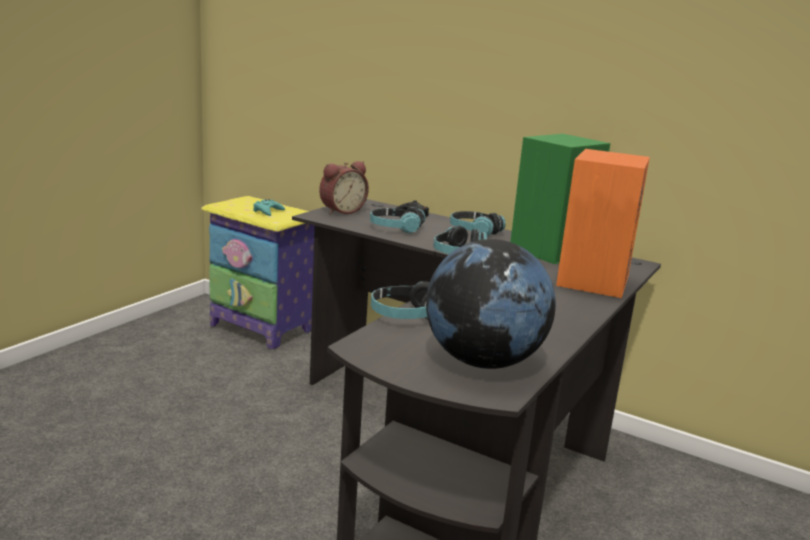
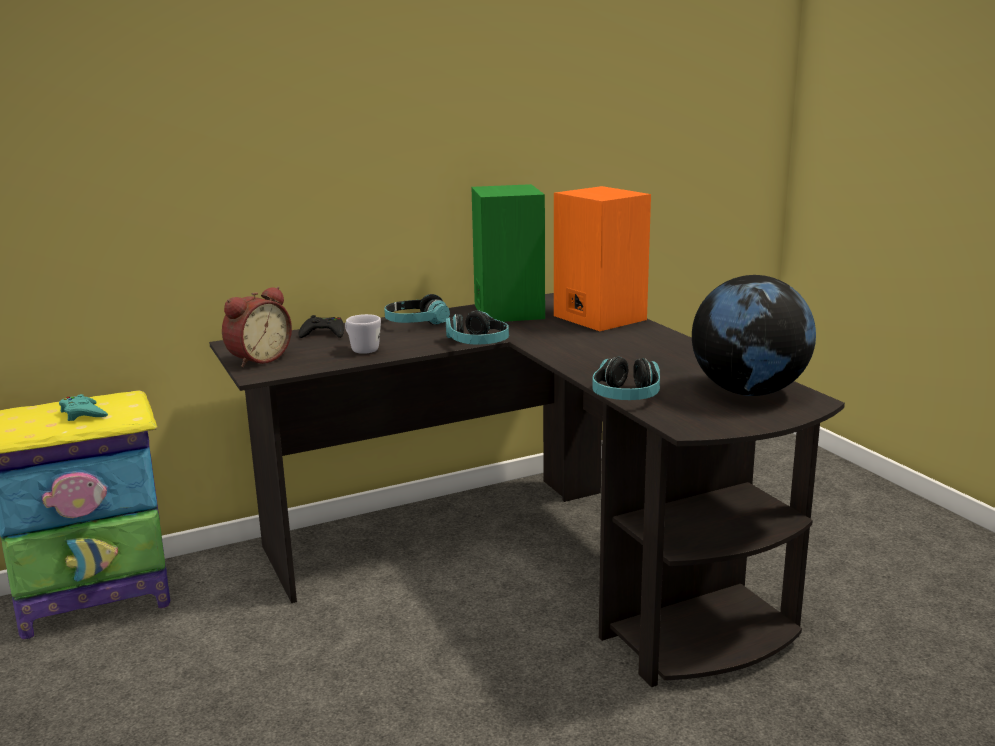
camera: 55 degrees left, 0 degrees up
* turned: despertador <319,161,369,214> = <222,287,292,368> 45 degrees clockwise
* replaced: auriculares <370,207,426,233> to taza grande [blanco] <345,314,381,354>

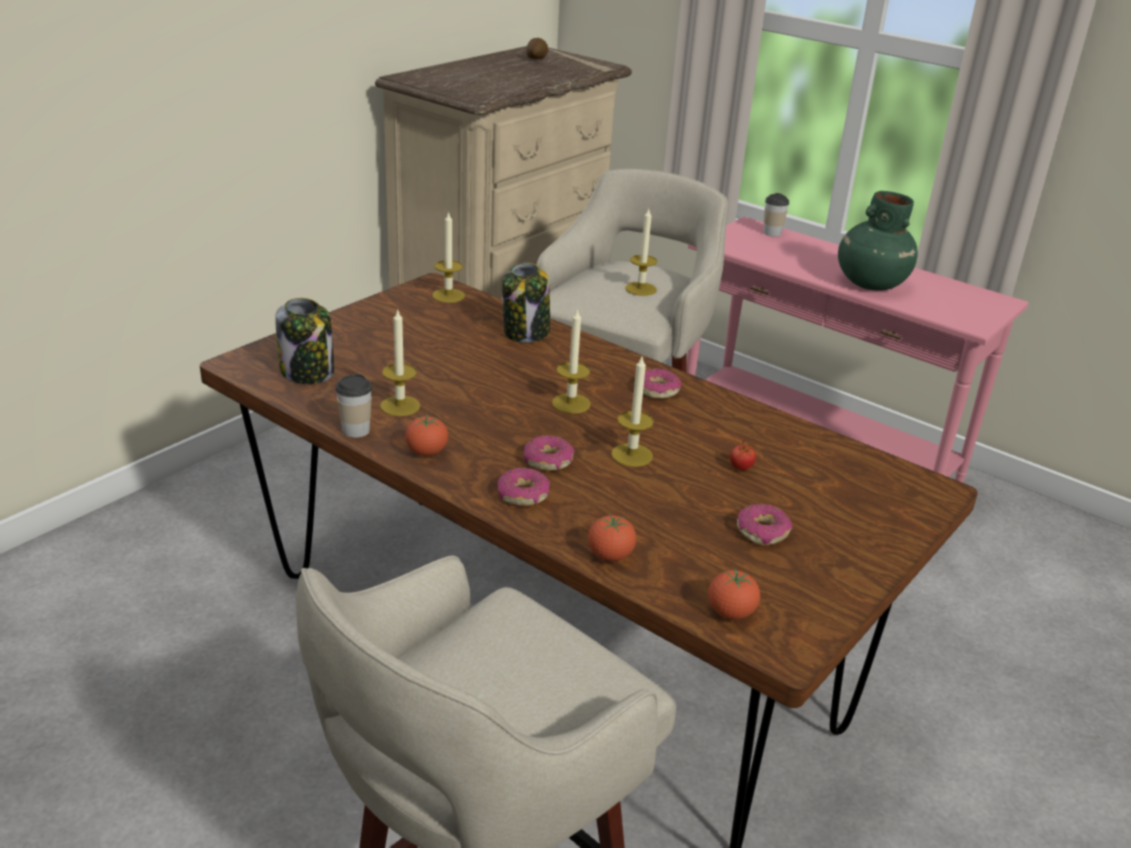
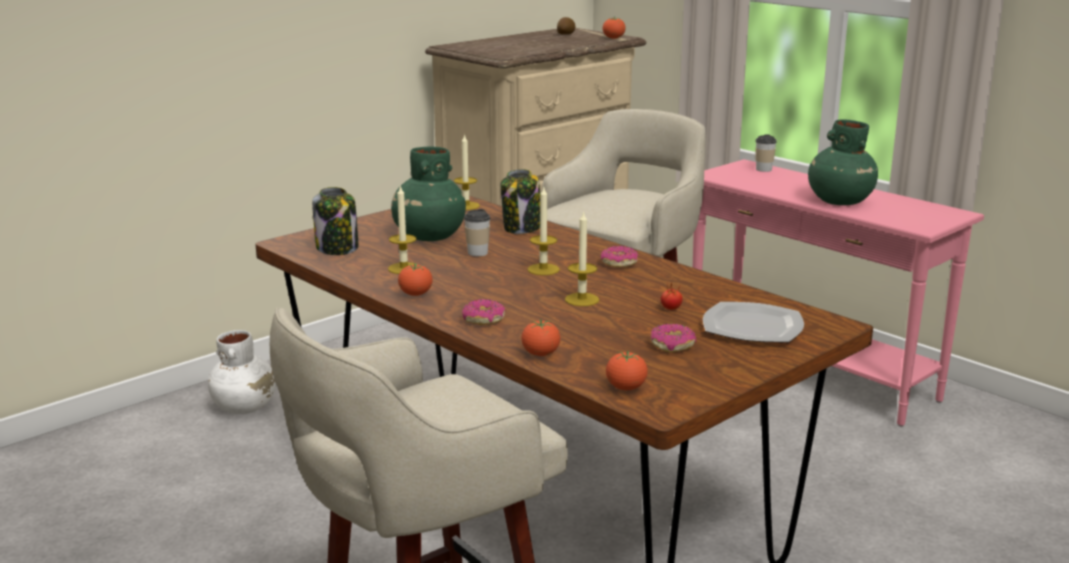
camera: 10 degrees right, 10 degrees down
* moved: taza <336,374,372,438> to <464,209,490,256>
* removed: rosquilla <524,435,575,471>
* removed: vela <625,209,657,296>
* added: florero [blanco] <208,330,276,414>
* added: florero [verde] <391,146,466,241>
* added: tomate <603,16,626,39>
* added: plato <703,302,804,342>

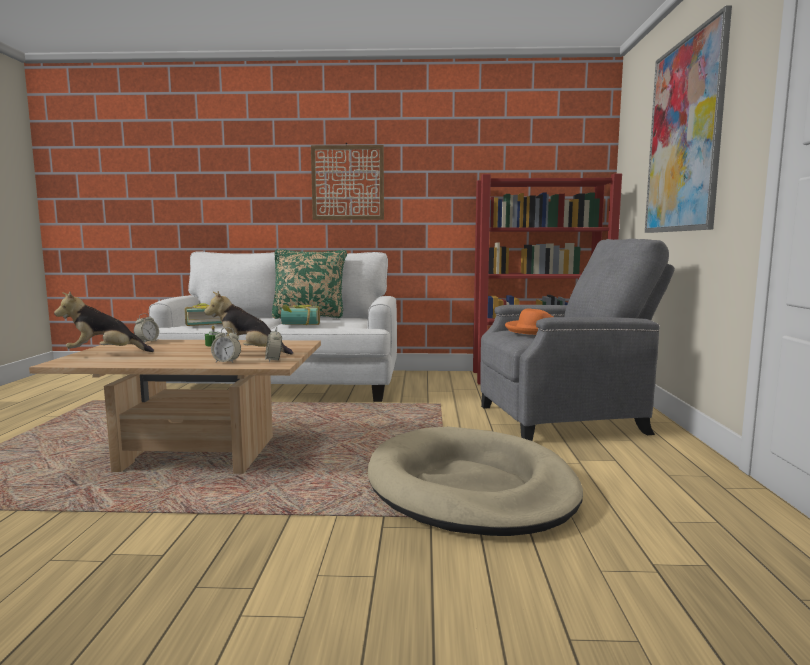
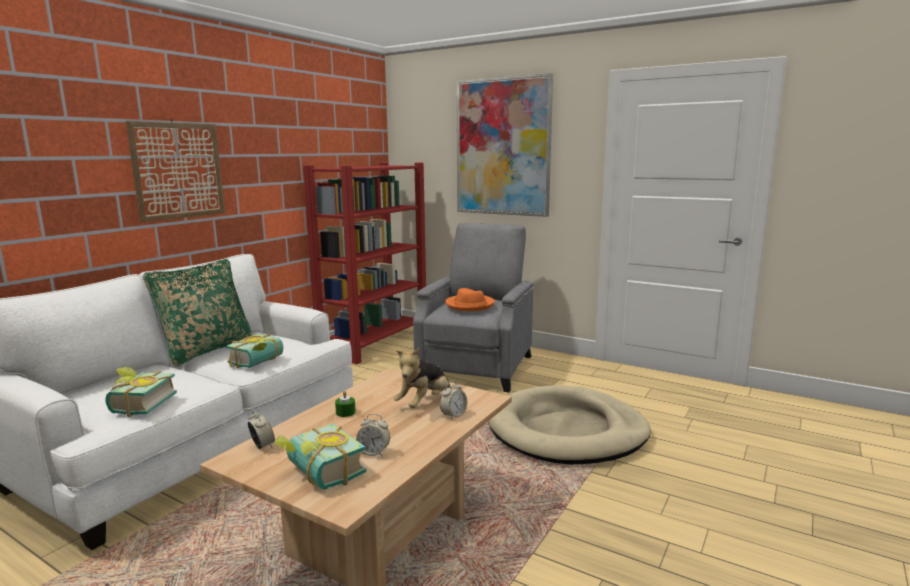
camera: 60 degrees left, 5 degrees up
* replaced: peluche <54,292,154,352> to libro <274,423,366,490>
* moved: despertador <265,327,282,362> to <356,414,390,457>

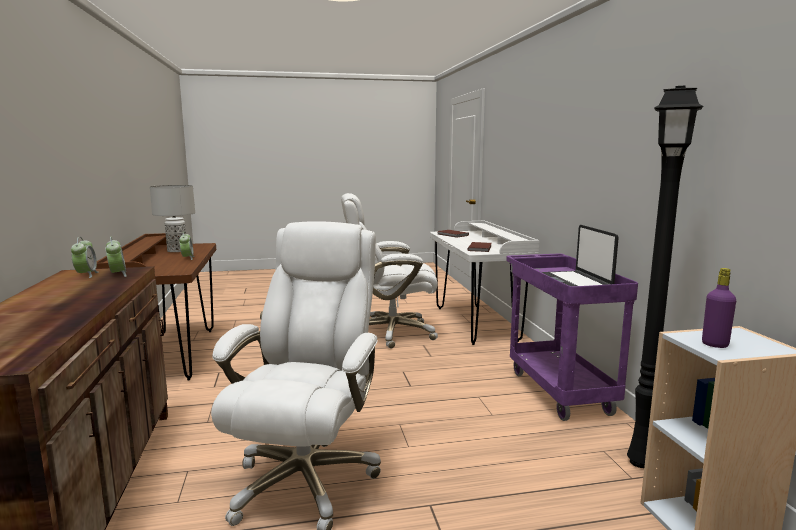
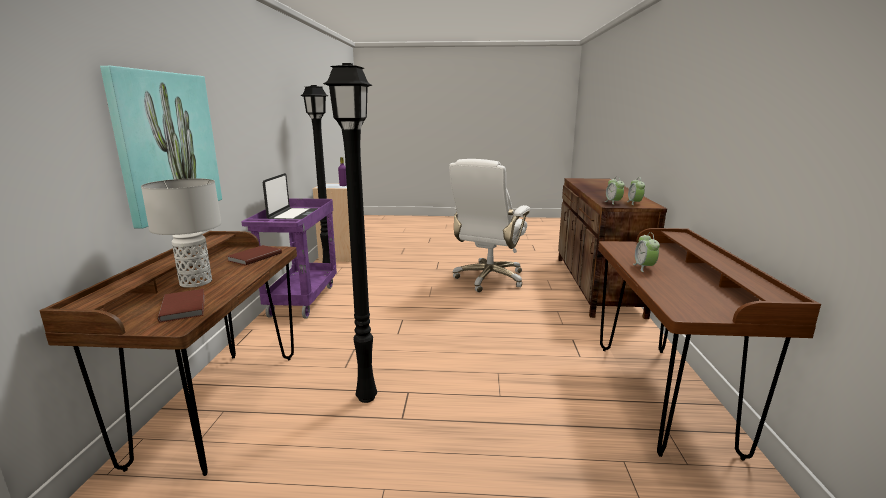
camera: 165 degrees left, 5 degrees up
* moved: lámpara de mesa [blanco] <150,185,195,252> to <141,178,221,288>
* replaced: silla de oficina [blanco] <341,193,438,349> to lámpara de pie [negro] <323,63,377,403>
* recoloured: escritorio [blanco] <430,221,540,345> to escritorio [marrón] <39,231,297,476>
* added: cuadro <100,66,222,229>

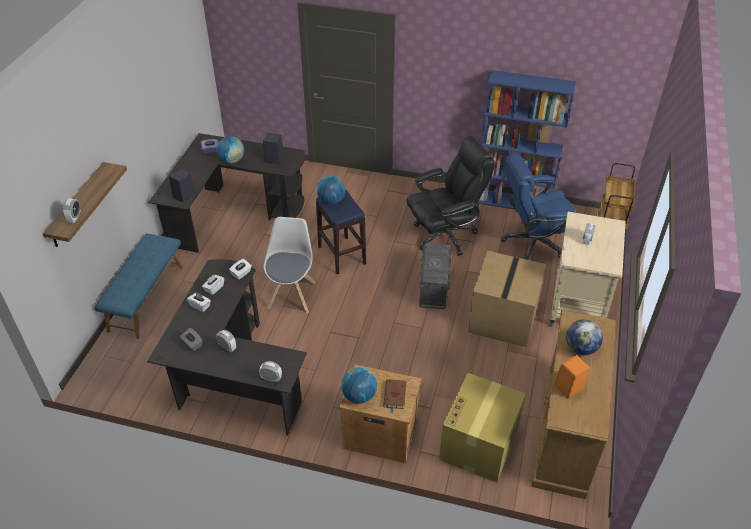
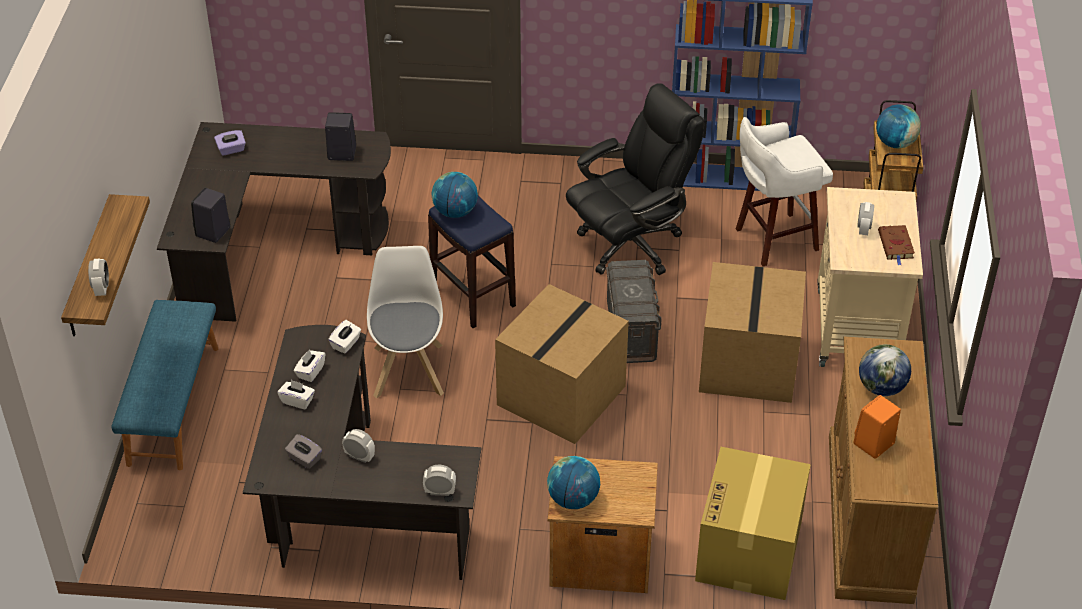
camera: 10 degrees left, 0 degrees up
* moved: globo terráqueo <217,136,244,163> to <876,104,921,148>
* moved: libro [marrón] <383,379,406,414> to <878,225,915,265>
* replaced: silla de oficina [azul] <501,154,576,260> to taburete [blanco] <736,117,833,266>
* added: caja de cartón <495,284,629,444>

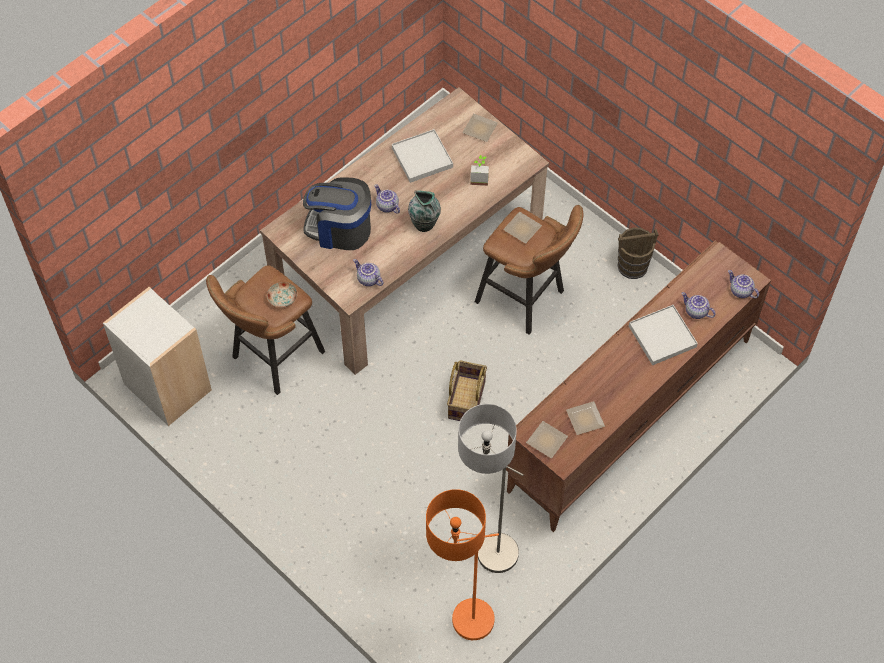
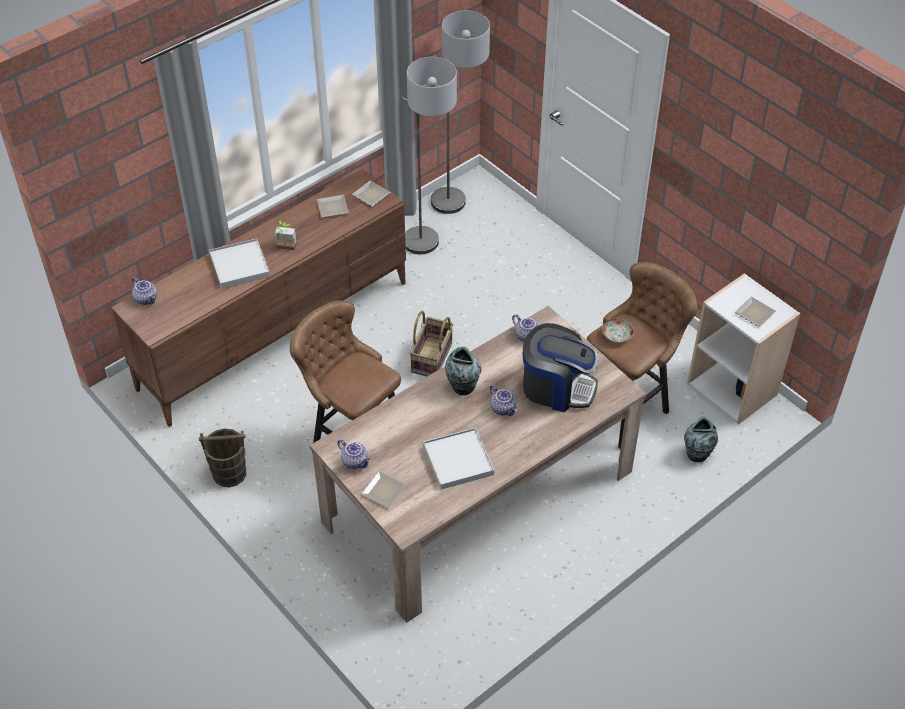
camera: 175 degrees left, 10 degrees down
* recoloured: lámpara de pie [naranja] <426,489,499,641> to lámpara de pie [gris] <431,11,490,214>
* moved: planta en maceta <470,155,489,186> to <275,221,297,250>
* moved: plato <503,212,542,244> to <735,297,776,327>
* moved: tetera <681,292,716,319> to <337,439,371,469>
* added: florero <684,417,718,462>

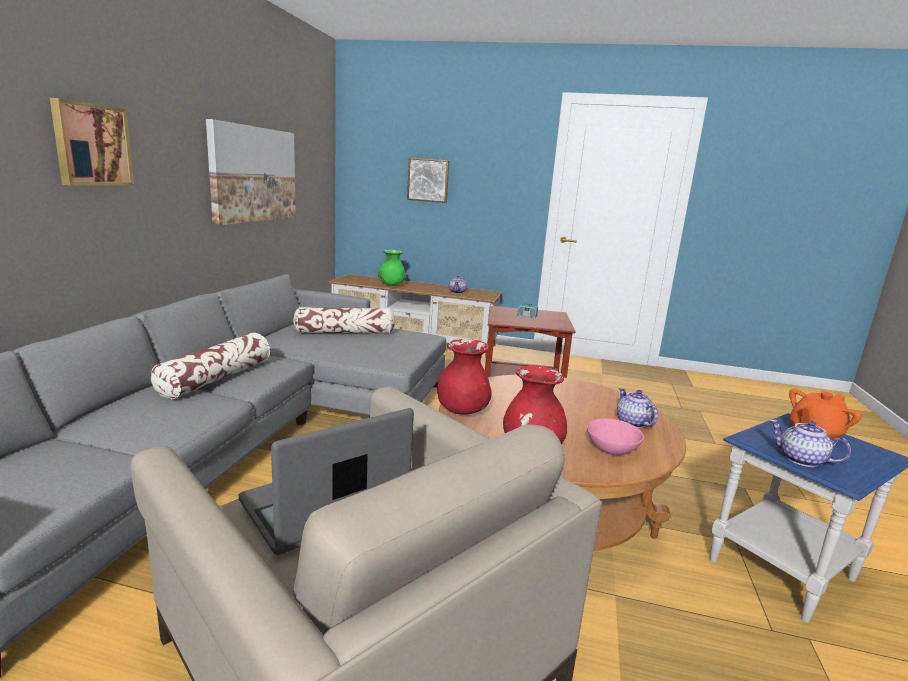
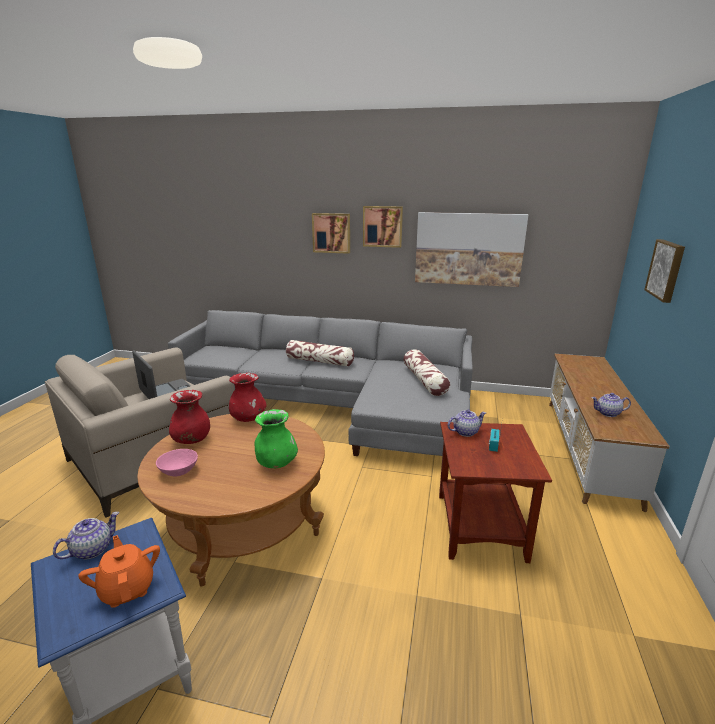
camera: 90 degrees right, 5 degrees up
* moved: florero [verde] <378,249,406,286> to <255,409,298,468>
* moved: tetera <617,388,658,428> to <448,410,486,437>
* added: cuadro <363,206,403,248>

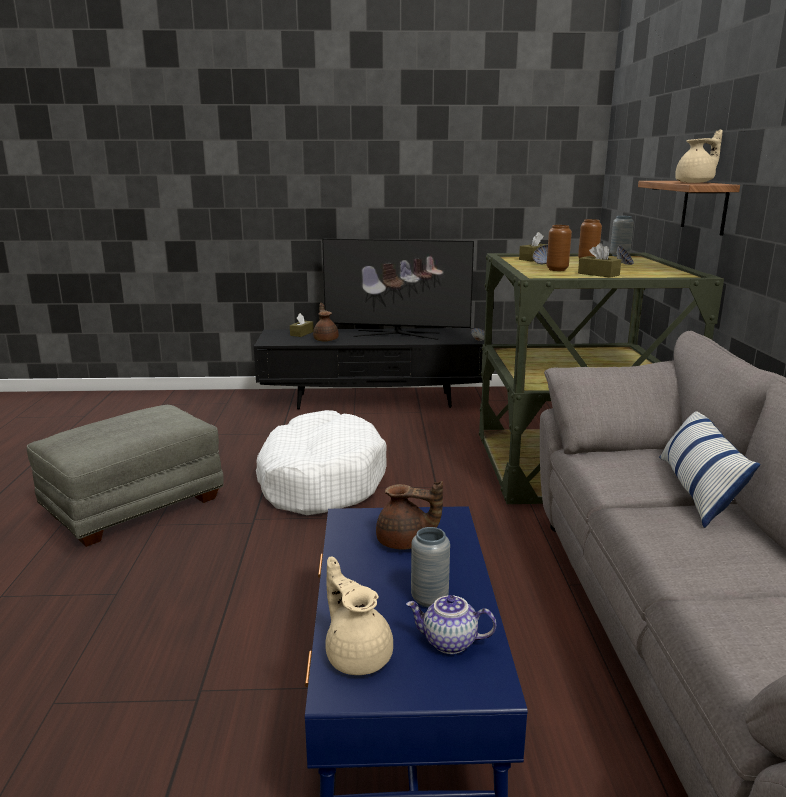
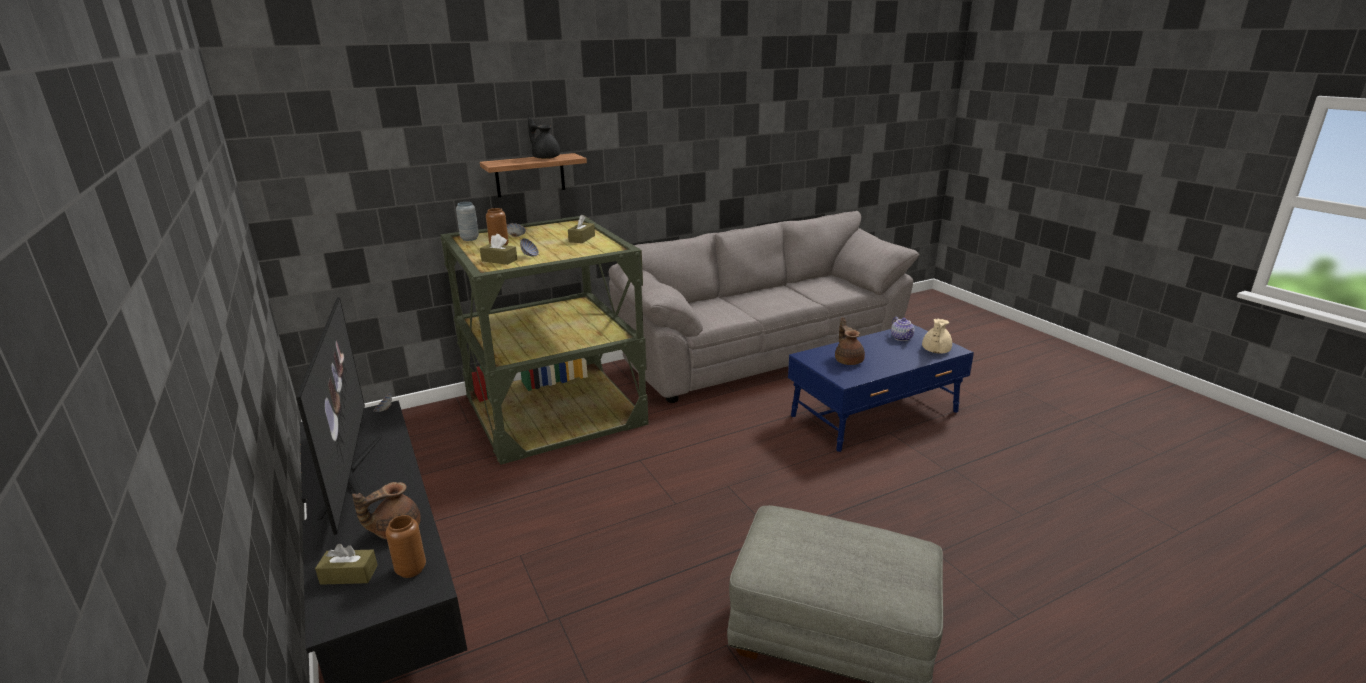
camera: 115 degrees left, 5 degrees up
* removed: cama para perro [blanco] <256,410,387,515>
* removed: florero [gris] <411,527,450,608>
* moved: florero [marrón] <547,225,572,271> to <386,515,426,578>
* removed: cojín <659,411,760,528>
* recoloured: tetera [beis] <675,130,723,183> to tetera [negro] <528,117,560,159>

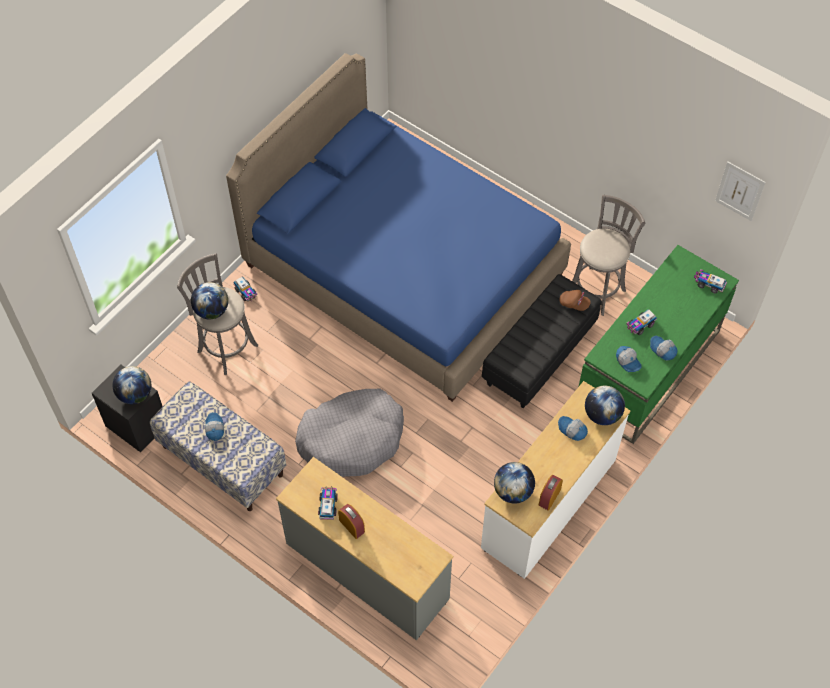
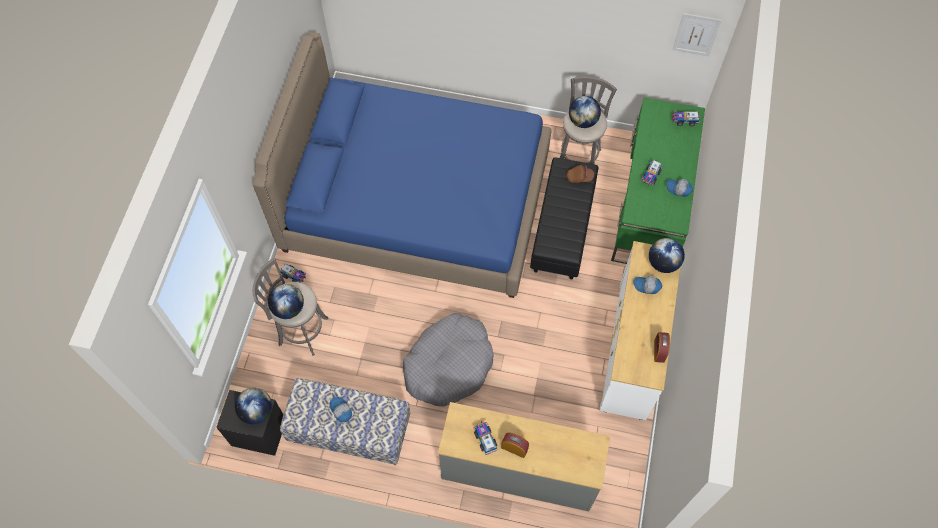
camera: 25 degrees left, 5 degrees up
* moved: globo terráqueo <494,462,535,504> to <569,96,601,128>
* removed: gorra <616,346,642,372>

